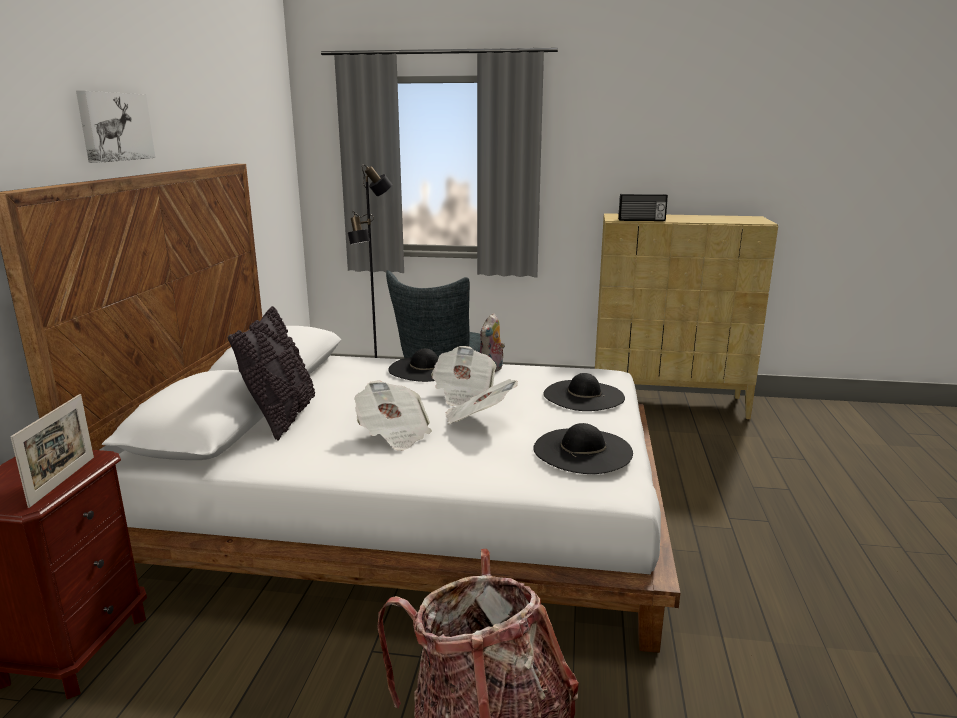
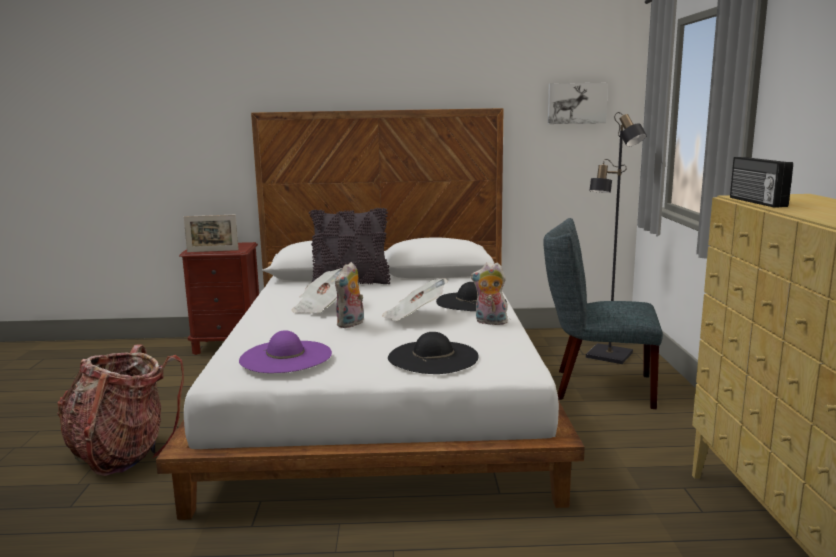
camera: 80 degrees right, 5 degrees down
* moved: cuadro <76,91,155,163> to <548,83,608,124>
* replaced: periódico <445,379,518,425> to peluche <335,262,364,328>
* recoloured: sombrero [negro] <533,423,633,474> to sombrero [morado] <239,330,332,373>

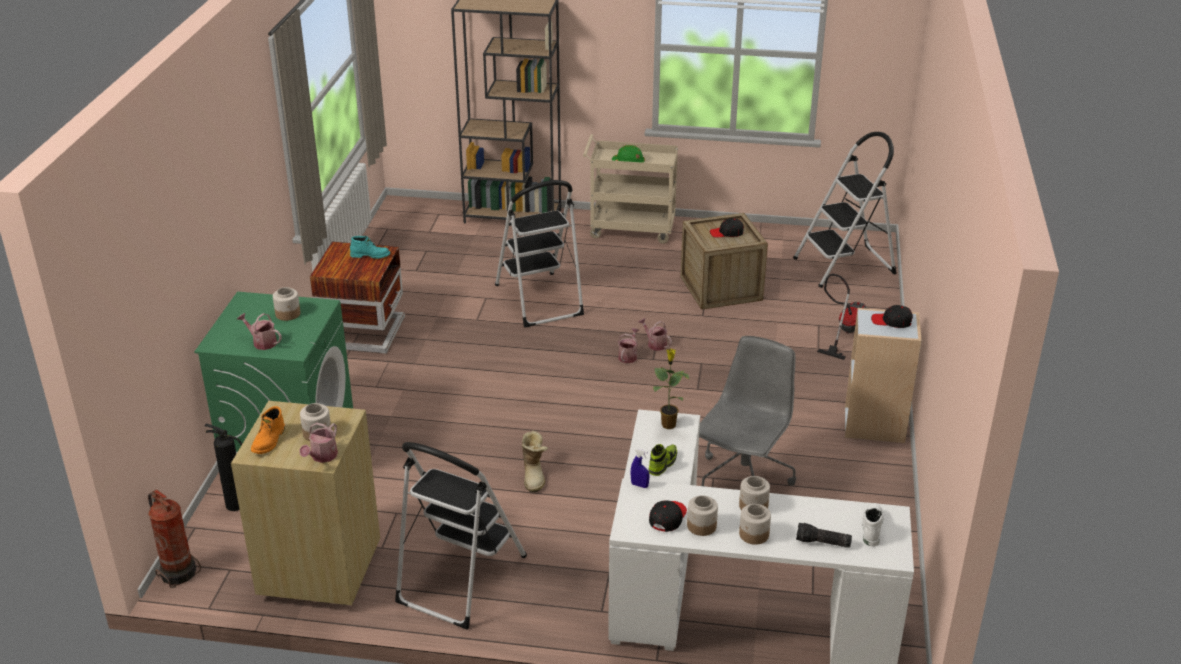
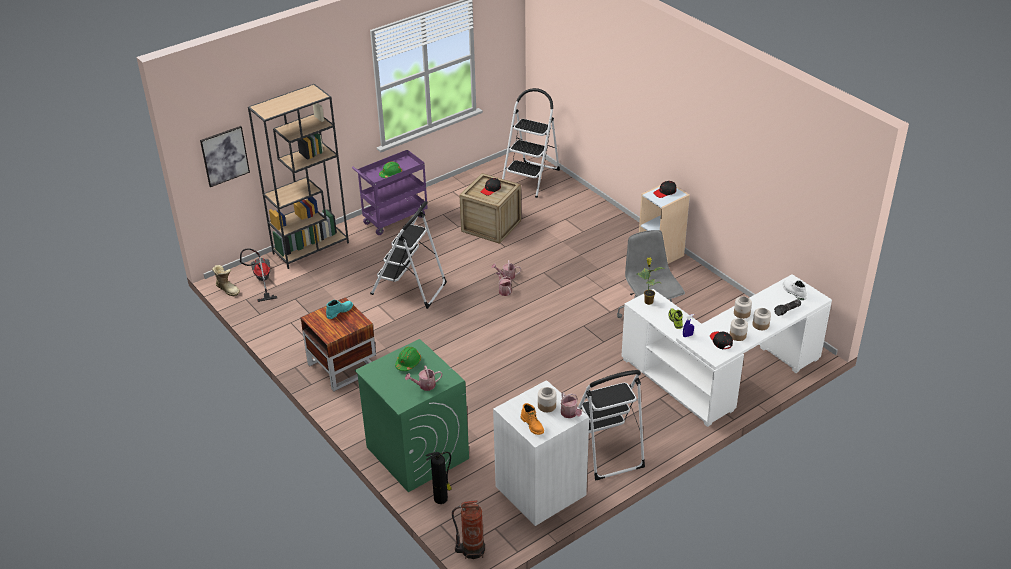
camera: 45 degrees left, 5 degrees up
* recoloured: cómoda [marrón] <231,401,380,605> to cómoda [blanco] <493,380,589,526>
* replaced: tarro <273,287,301,321> to casco [verde] <395,347,421,371>
* moved: bota <522,430,548,492> to <212,265,240,296>
* recoloured: carrito [beis] <583,134,678,244> to carrito [morado] <352,150,428,235>
* moved: aspiradora <817,274,870,360> to <240,248,277,302>
* added: cuadro <200,126,250,187>

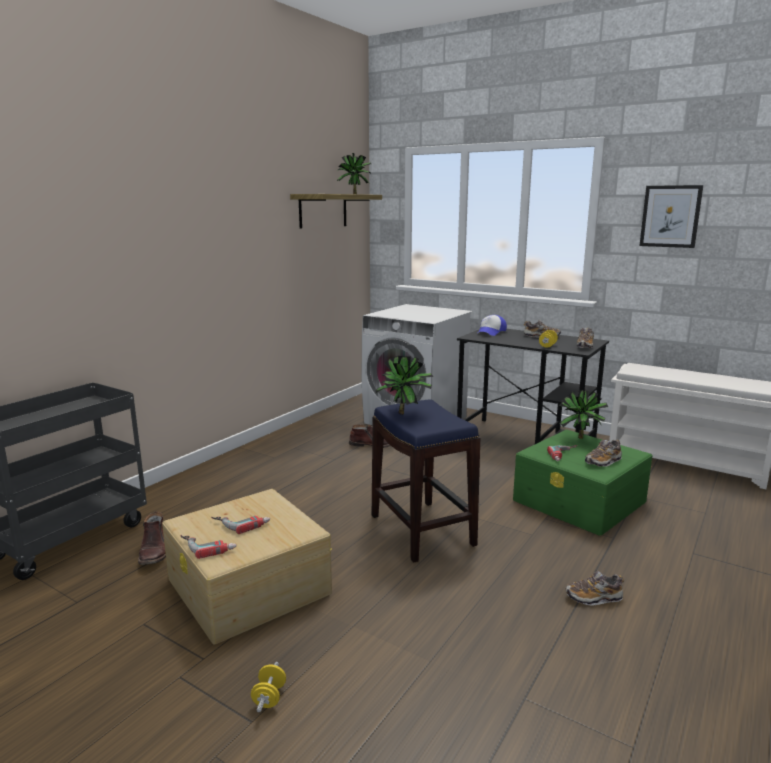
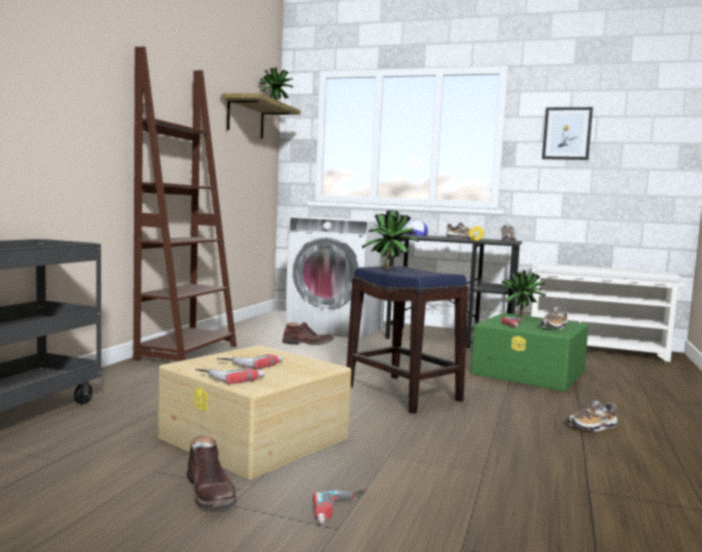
camera: 15 degrees left, 10 degrees down
* moved: bota [marrón] <138,512,166,565> to <187,436,236,508>
* replaced: mancuerna [amarillo] <251,662,286,712> to taladro <313,489,368,524>
* added: estantería [marrón] <133,46,237,361>

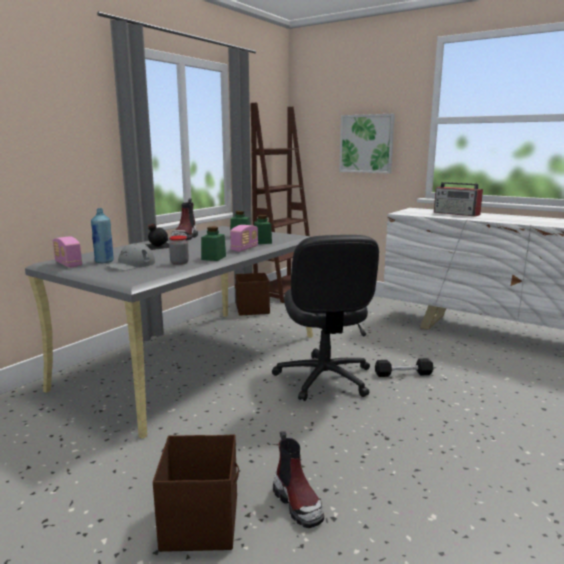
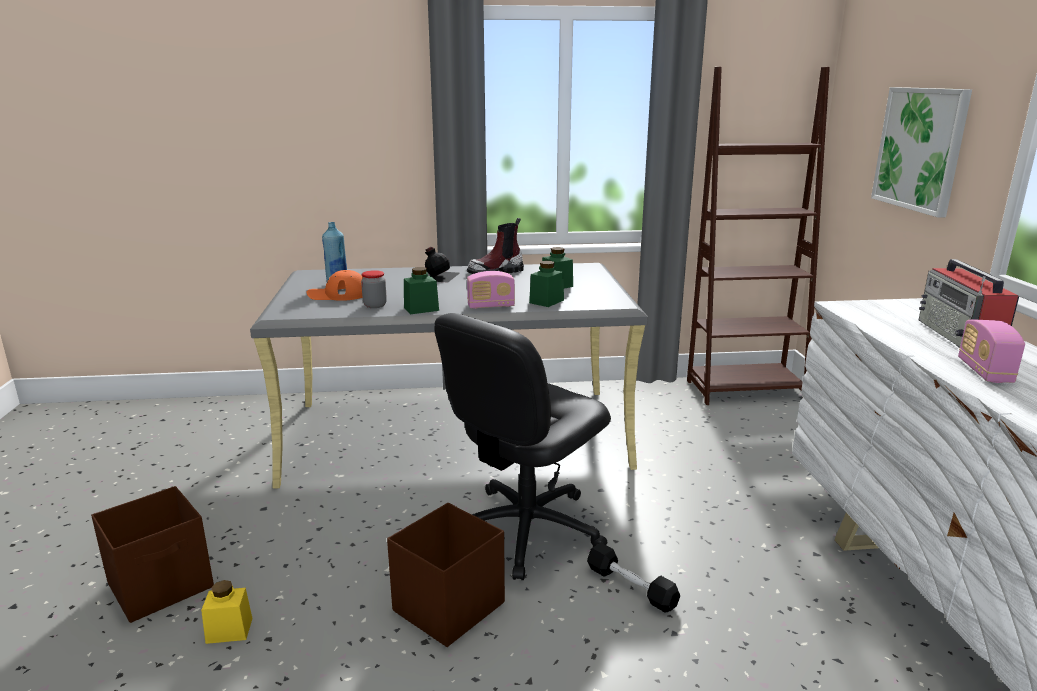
camera: 50 degrees right, 5 degrees up
* moved: radio <53,236,82,268> to <958,319,1025,383>
* recoloured: gorra [gris] <105,243,155,270> to gorra [naranja] <307,270,363,301>
* moved: caja de almacenaje [marrón] <235,273,270,316> to <387,503,505,647>
* replaced: bota <273,430,324,528> to tarro [amarillo] <201,580,253,644>

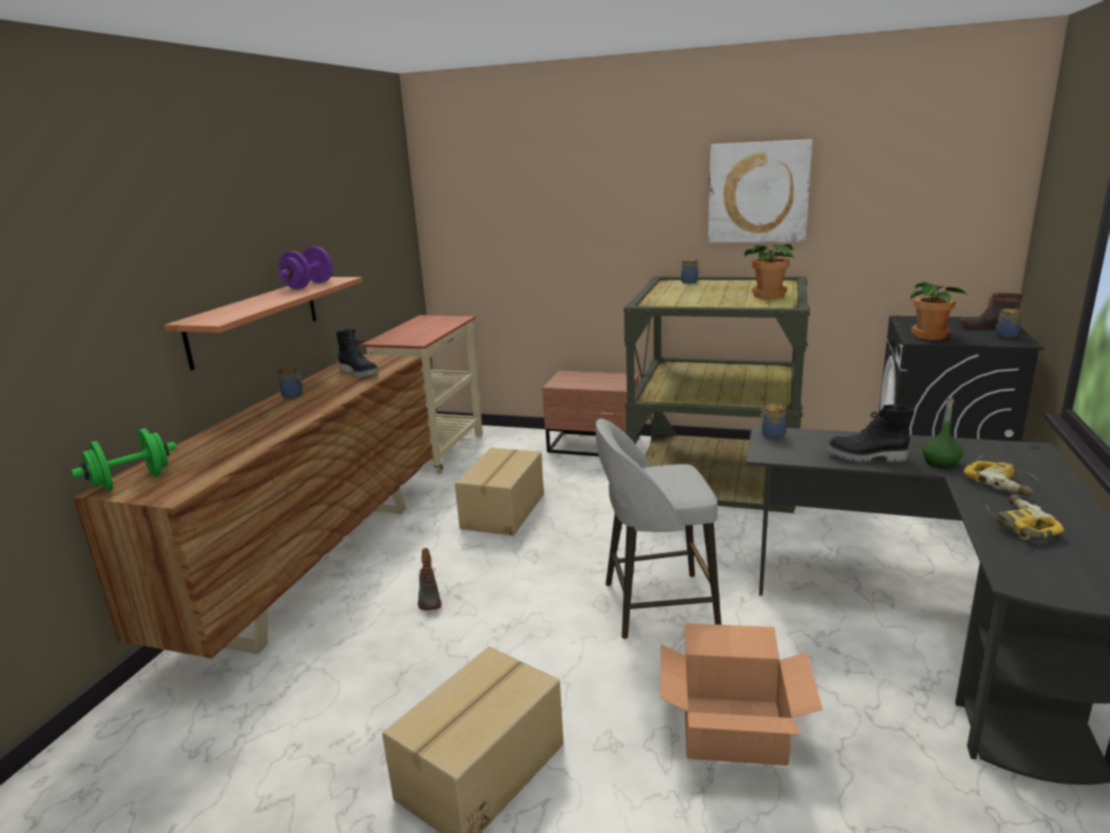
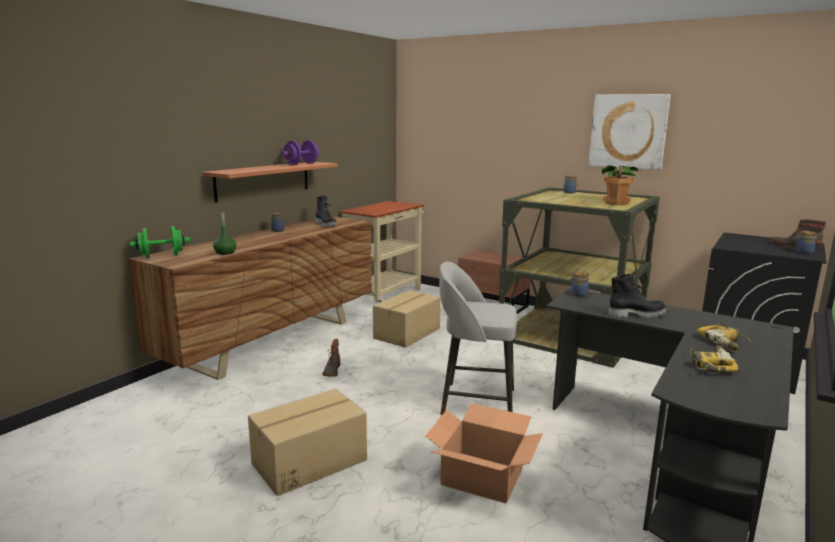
camera: 15 degrees right, 5 degrees down
* turned: bota [negro] <826,405,915,462> = <608,274,666,318> 150 degrees clockwise
* removed: planta en maceta <910,282,968,340>
* moved: botella [verde] <922,397,963,468> to <213,211,237,255>

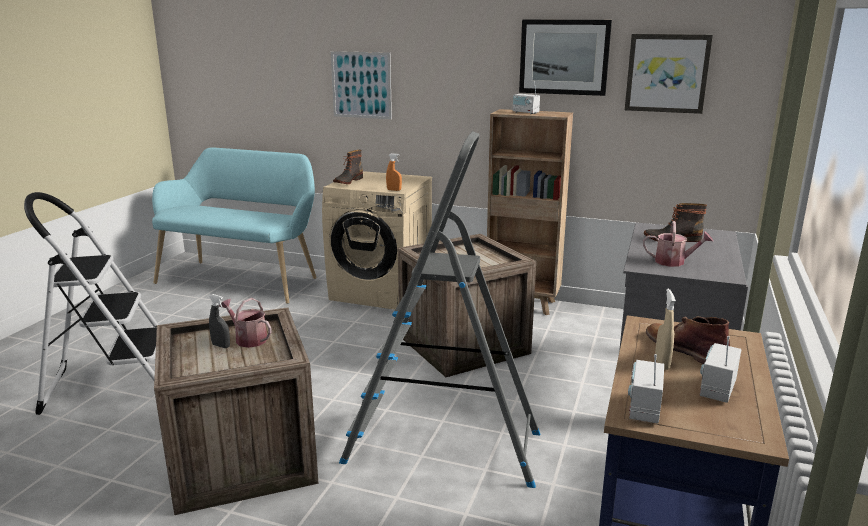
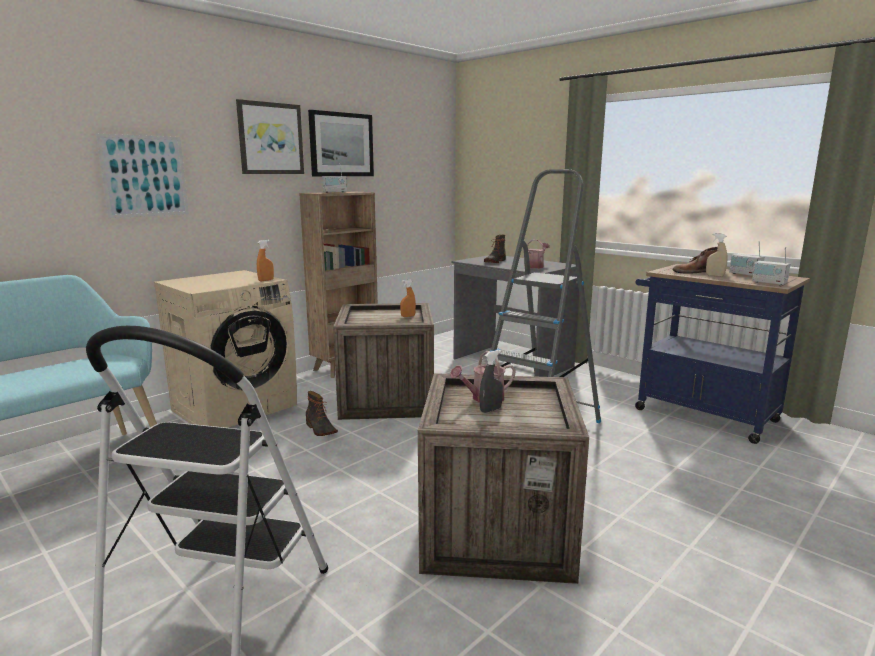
camera: 65 degrees left, 5 degrees down
* moved: bota <333,150,363,184> to <306,391,338,436>
* moved: cuadro <625,34,713,114> to <236,99,304,174>
* added: pulverizador [naranja] <400,280,416,317>

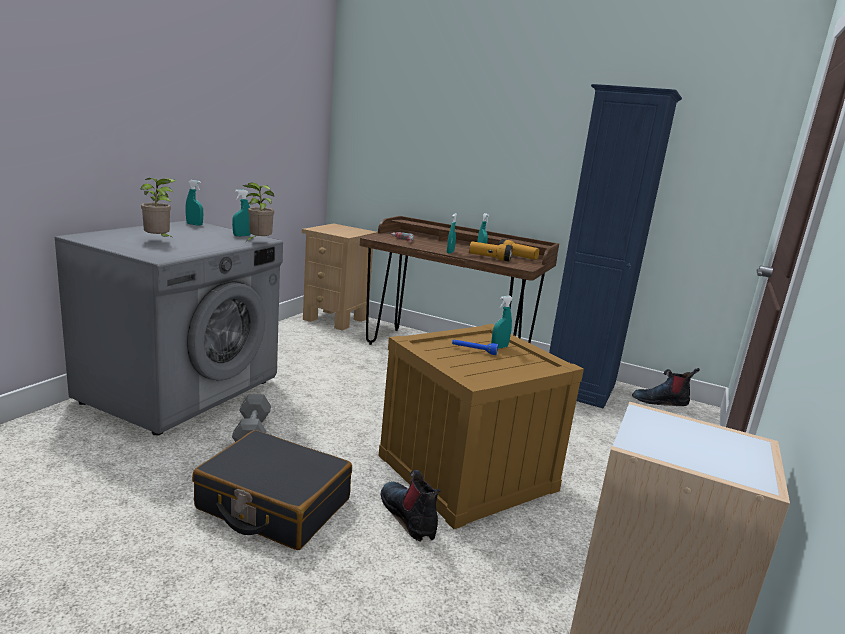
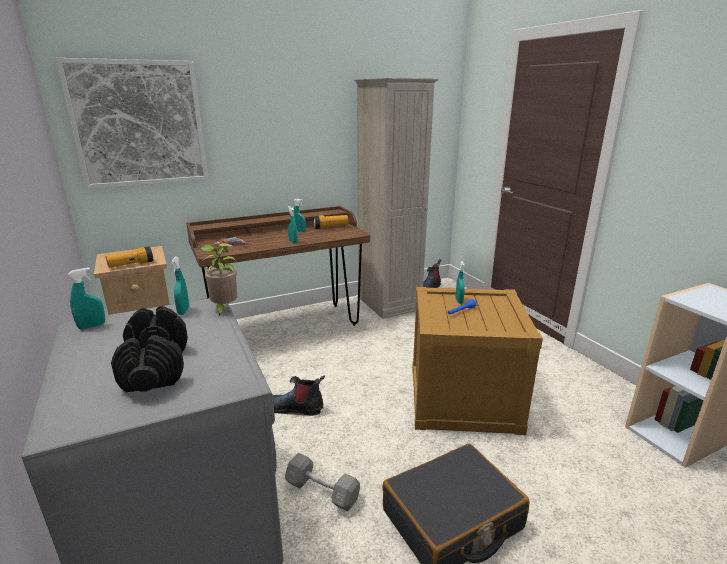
camera: 50 degrees left, 5 degrees up
* replaced: planta en maceta <141,178,176,239> to mancuerna [negro] <111,306,188,392>
* moved: bota <381,470,441,541> to <273,376,325,416>
* moved: linterna <469,242,513,262> to <106,246,153,268>
* recoloured: armario [azul] <549,84,682,408> to armario [beis] <354,78,439,319>
* added: cuadro <55,58,209,189>

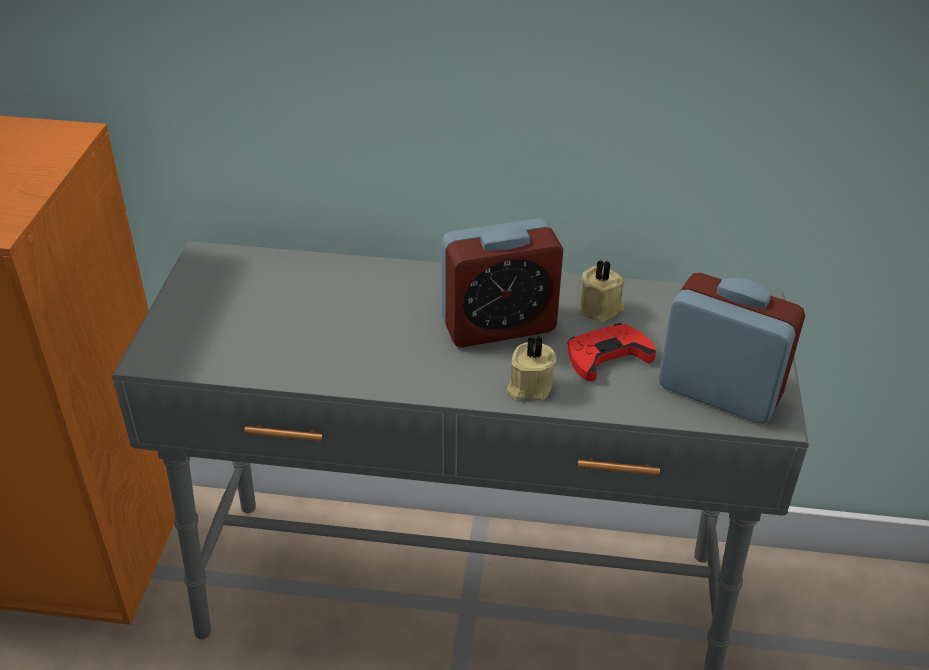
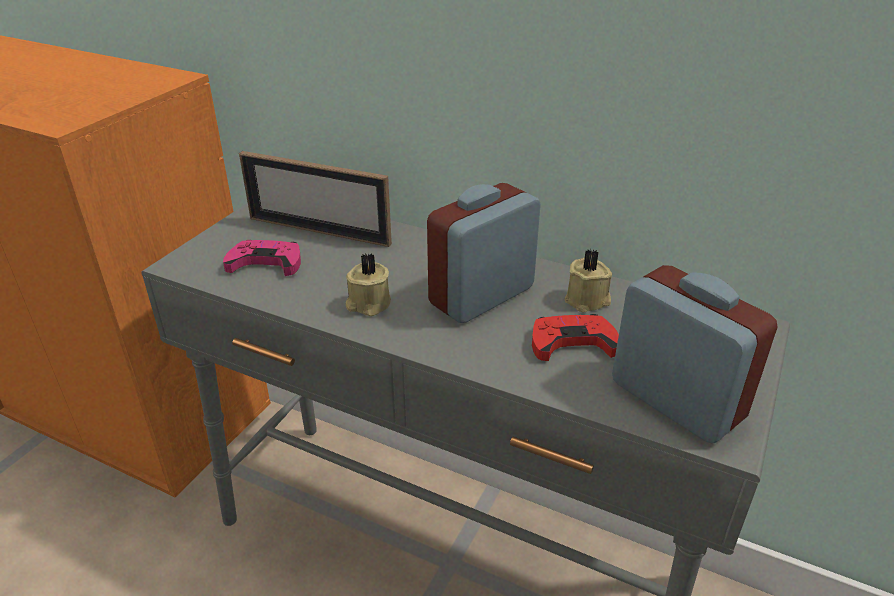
camera: 20 degrees right, 5 degrees down
* turned: despertador <442,218,563,347> = <427,183,541,323> 135 degrees clockwise
* moved: vela [beis] <506,335,556,401> to <346,253,391,316>
* added: mando de consola [rosa] <223,240,301,276>
* added: portarretratos <239,151,392,247>

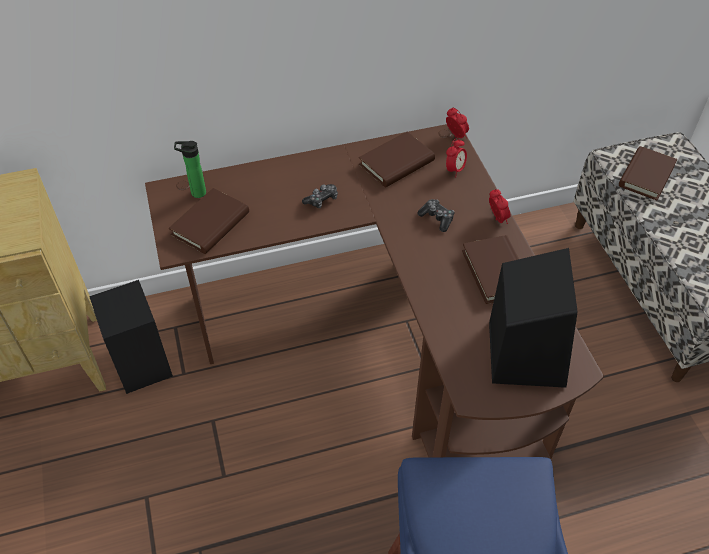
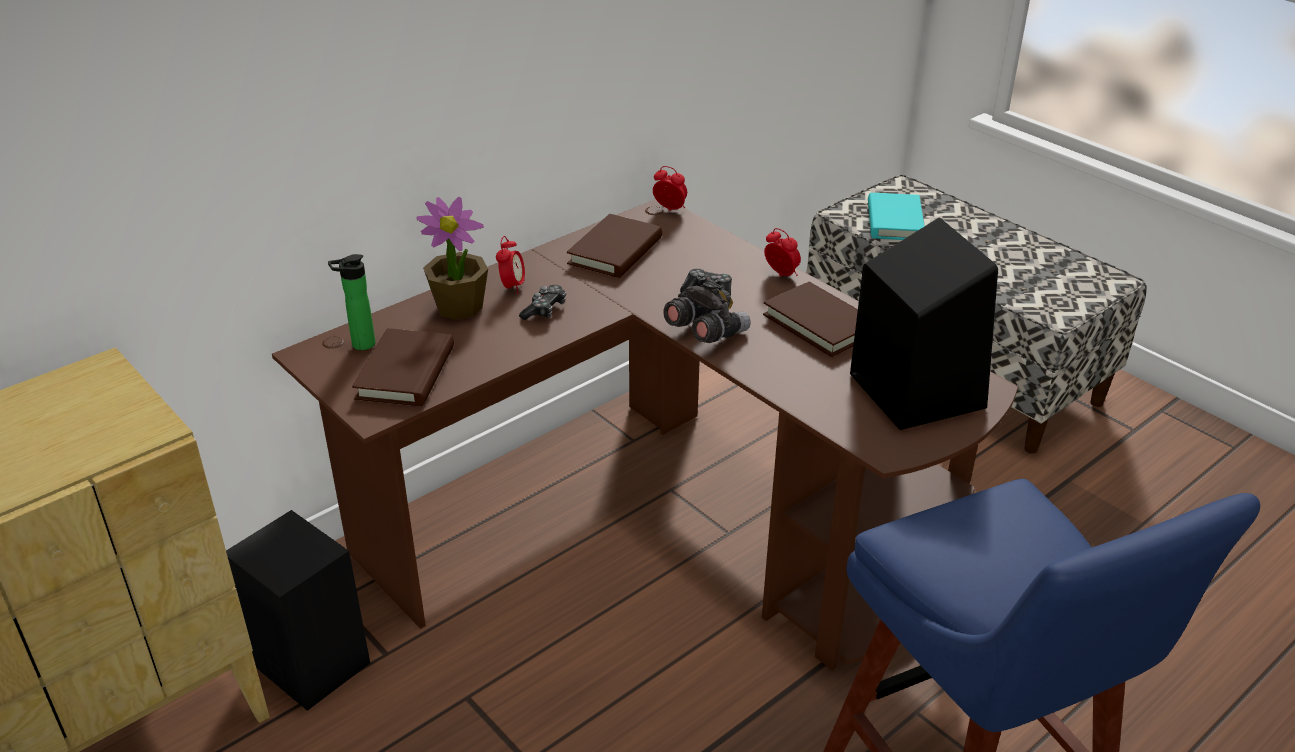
camera: 25 degrees left, 15 degrees down
* moved: despertador <446,138,467,177> to <496,236,525,294>
* recoloured: libro [marrón] <619,146,677,200> to libro [turquesa] <868,193,924,240>
* added: planta en maceta <416,196,488,320>
* added: prismáticos [gris] <663,280,751,343>

